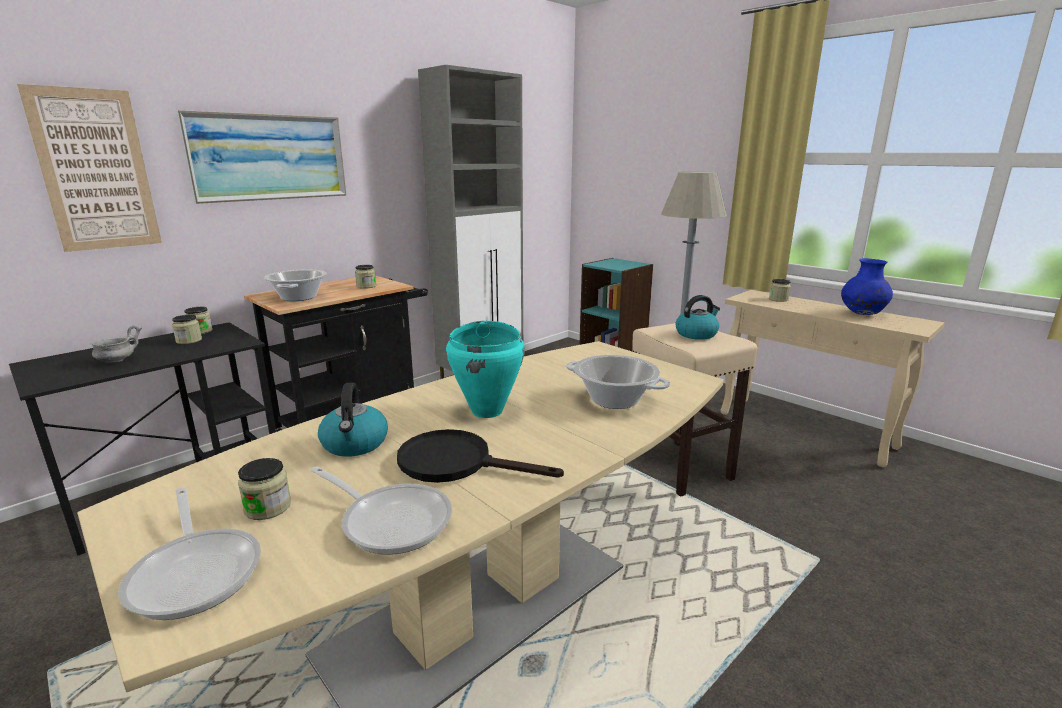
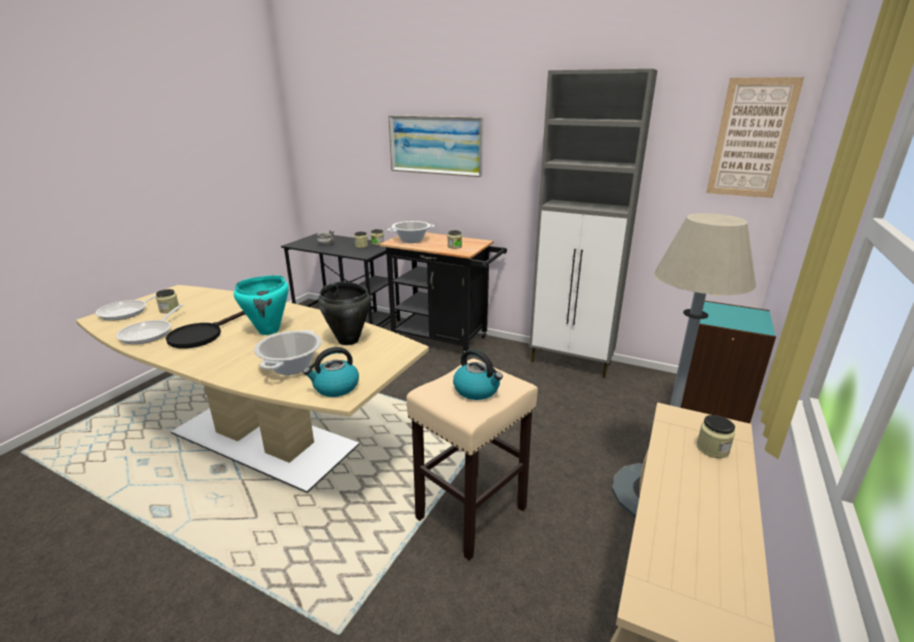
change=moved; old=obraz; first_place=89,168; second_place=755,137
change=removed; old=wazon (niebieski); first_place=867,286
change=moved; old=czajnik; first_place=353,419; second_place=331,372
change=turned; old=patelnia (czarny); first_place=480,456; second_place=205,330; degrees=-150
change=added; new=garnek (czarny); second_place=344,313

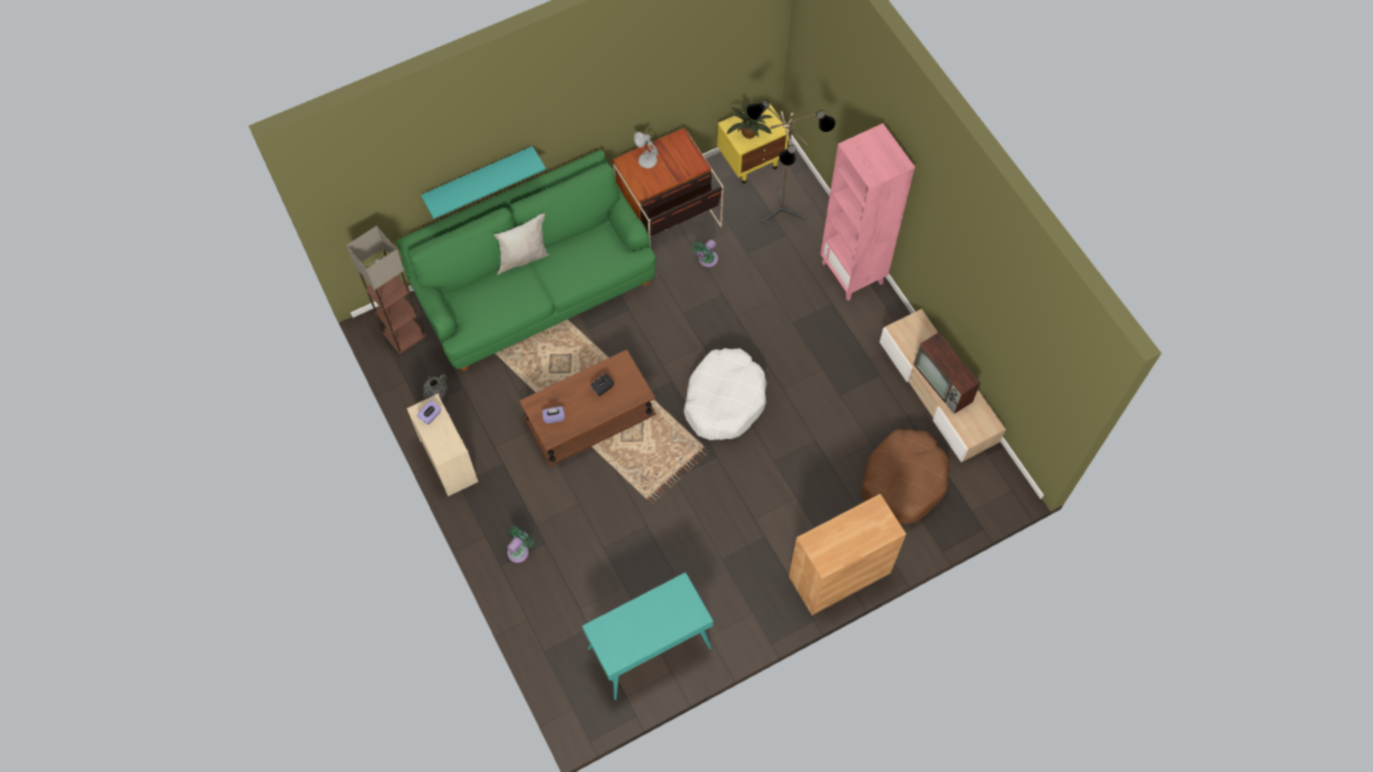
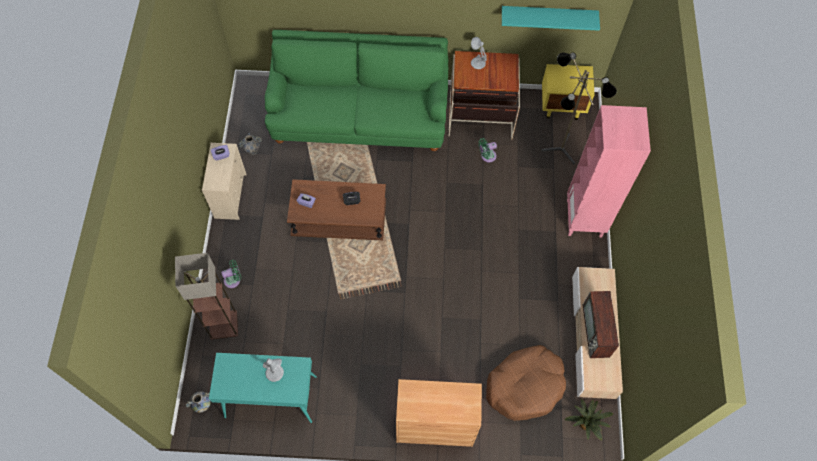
change=moved; old=roślina doniczkowa; first_place=750,120; second_place=588,420
change=moved; old=półka (turkusowy); first_place=483,182; second_place=551,18
change=removed; old=poduszka (biały); first_place=521,244
change=moved; old=lampa stojąca; first_place=386,290; second_place=206,296
change=removed; old=legowisko (biały); first_place=725,394
change=added; new=lampa stołowa (biały); second_place=273,370
change=added; new=wazon; second_place=198,402

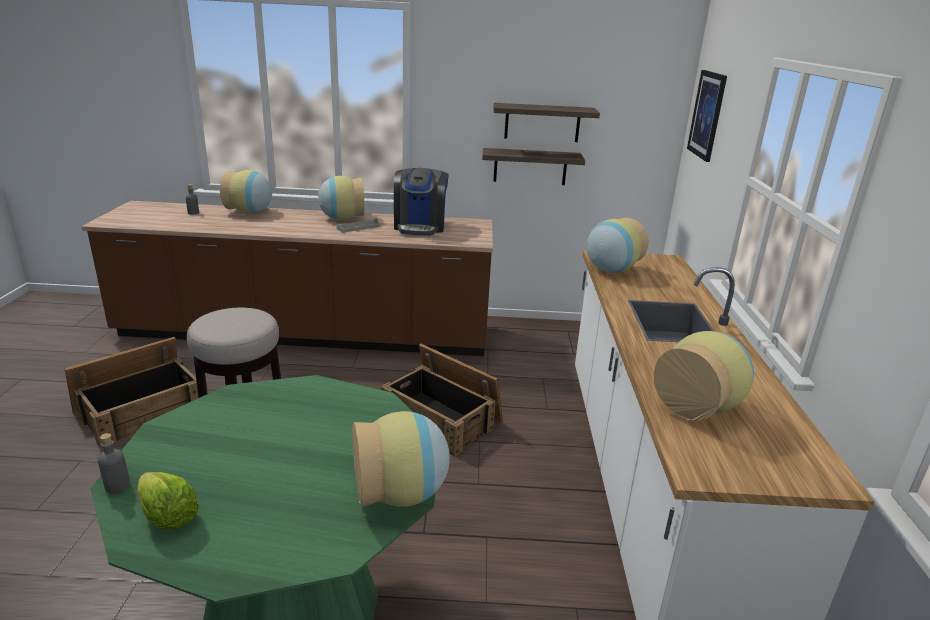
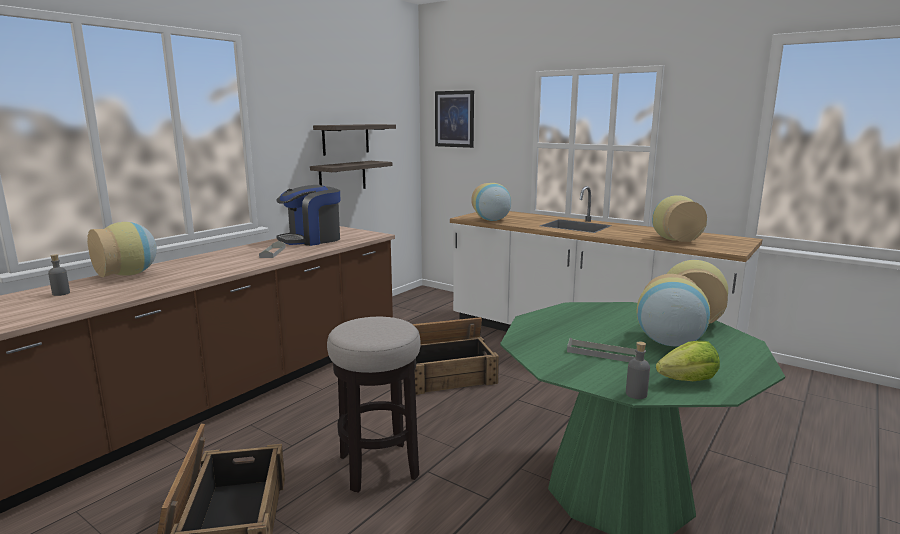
change=turned; old=ekspres do kawy; first_place=421,202; second_place=308,215; degrees=105
change=moved; old=wazon; first_place=341,198; second_place=673,310
change=added; new=taca (szary); second_place=601,350

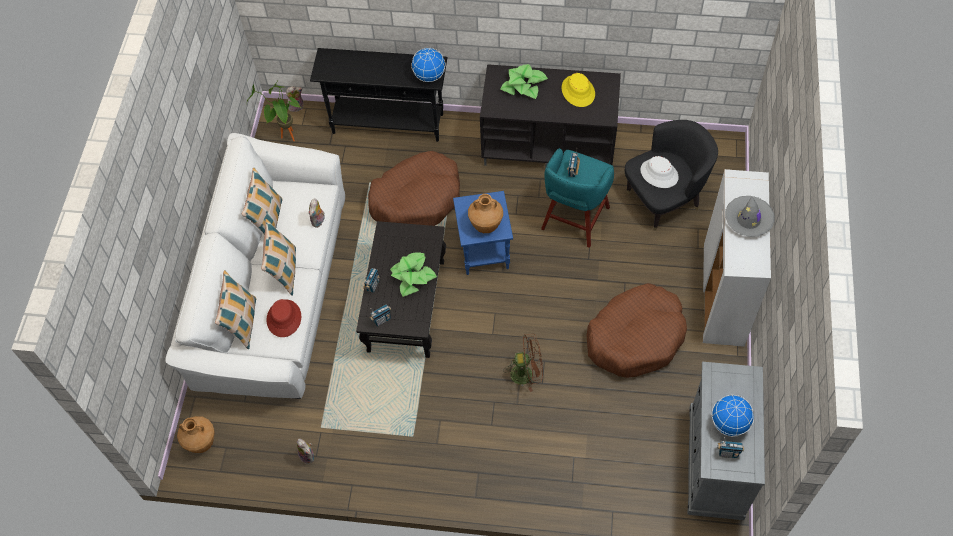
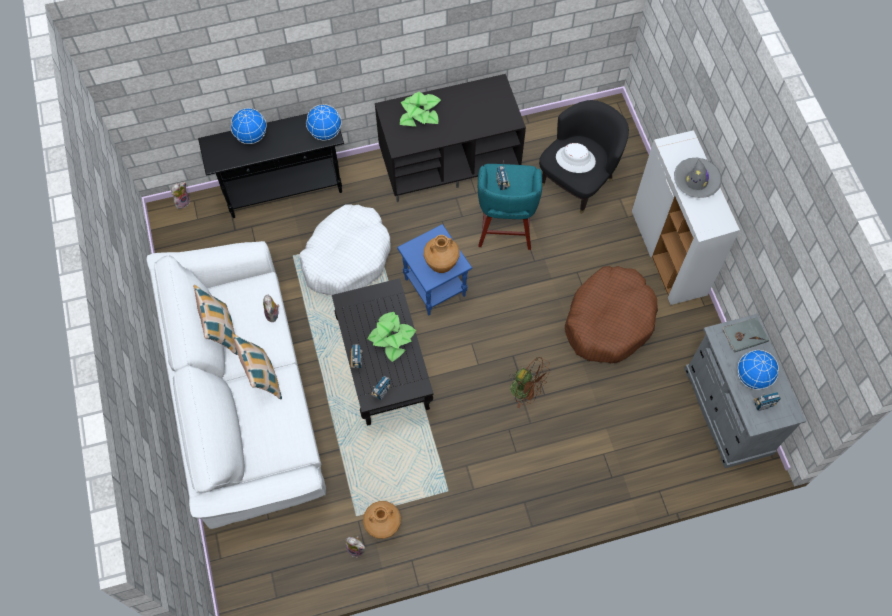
change=removed; old=kapelusz (żółty); first_place=578,90
change=removed; old=roślina doniczkowa; first_place=273,111
change=recoloured; old=legowisko (brązowy); new=legowisko (biały); first_place=414,188; second_place=345,250
change=removed; old=poduszka; first_place=235,309
change=removed; old=kapelusz (czerwony); first_place=284,318
change=turned; old=wentylator (brązowy); first_place=523,363; second_place=529,382; degrees=60
change=moved; old=wazon (brązowy); first_place=196,434; second_place=382,520
change=added; new=globus; second_place=249,126
change=added; new=książka (szary); second_place=745,335

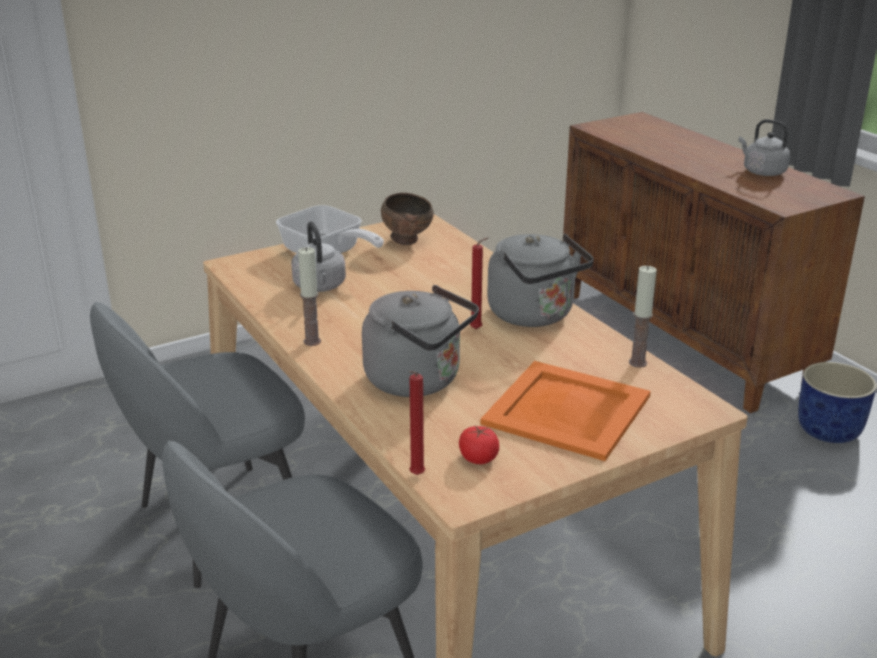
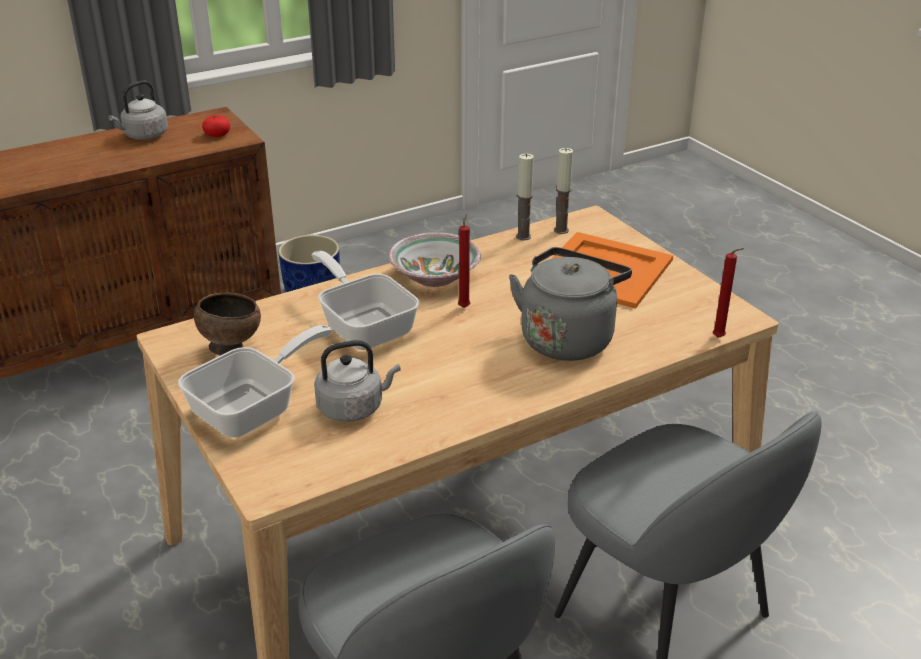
change=replaced; old=czajnik (szary); new=miska; first_place=540,280; second_place=435,259
change=moved; old=świeca; first_place=309,296; second_place=563,191
change=moved; old=pomidor; first_place=479,445; second_place=216,126
change=added; new=patelnia; second_place=365,300

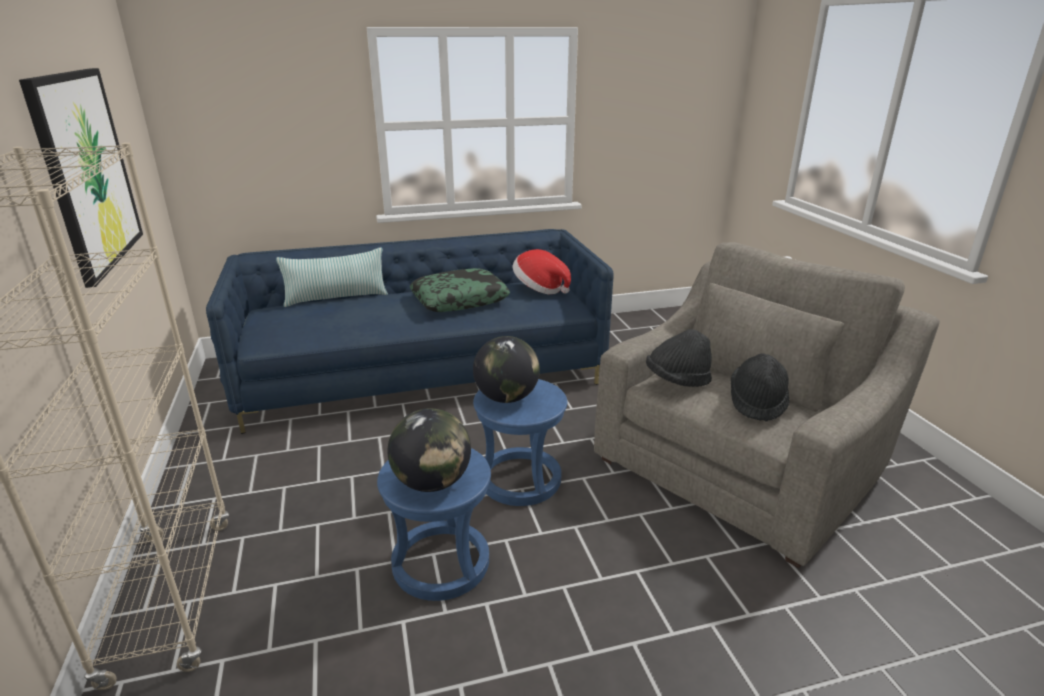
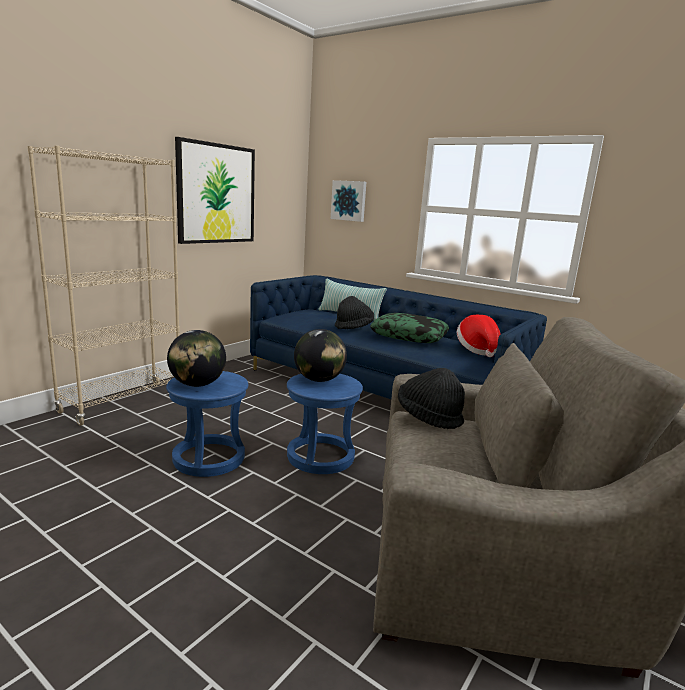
change=moved; old=kapelusz (czarny); first_place=760,388; second_place=354,312
change=added; new=obraz; second_place=348,201

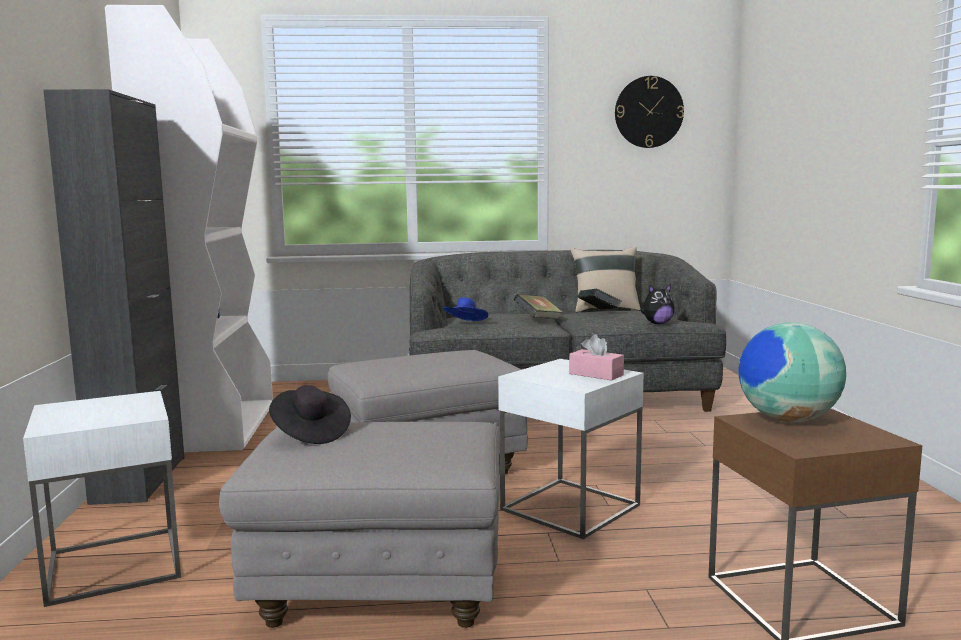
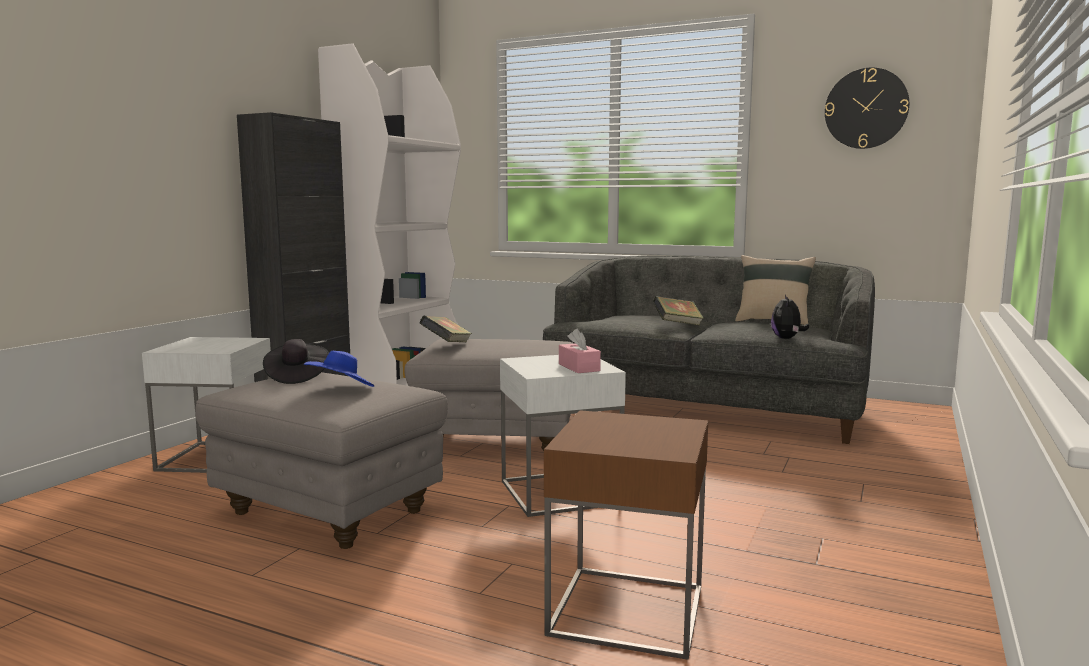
change=turned; old=pluszak; first_place=658,304; second_place=790,317; degrees=90
change=moved; old=książka; first_place=599,299; second_place=446,329
change=moved; old=kapelusz (niebieski); first_place=465,309; second_place=339,369
change=removed; old=globus; first_place=792,372

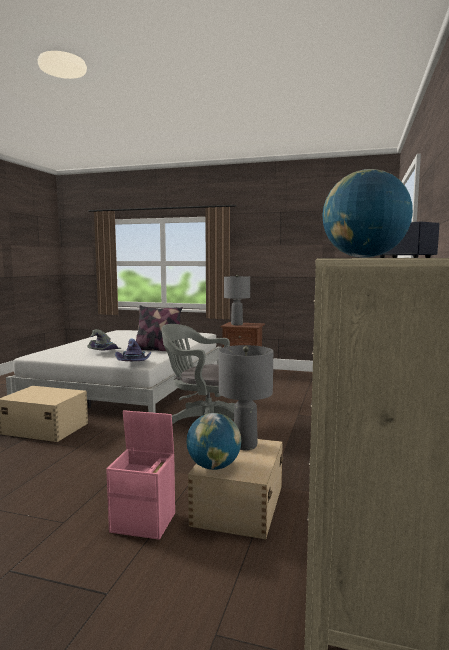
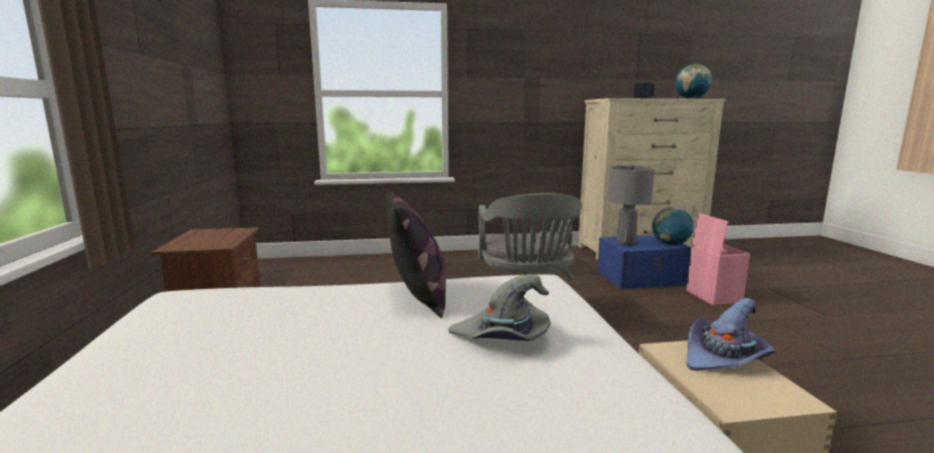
change=removed; old=lampa stołowa (szary); first_place=237,300
change=moved; old=kapelusz (fioletowy); first_place=133,349; second_place=731,334
change=recoloured; old=pojemnik do przechowywania (beżowy); new=pojemnik do przechowywania (niebieski); first_place=235,489; second_place=644,262

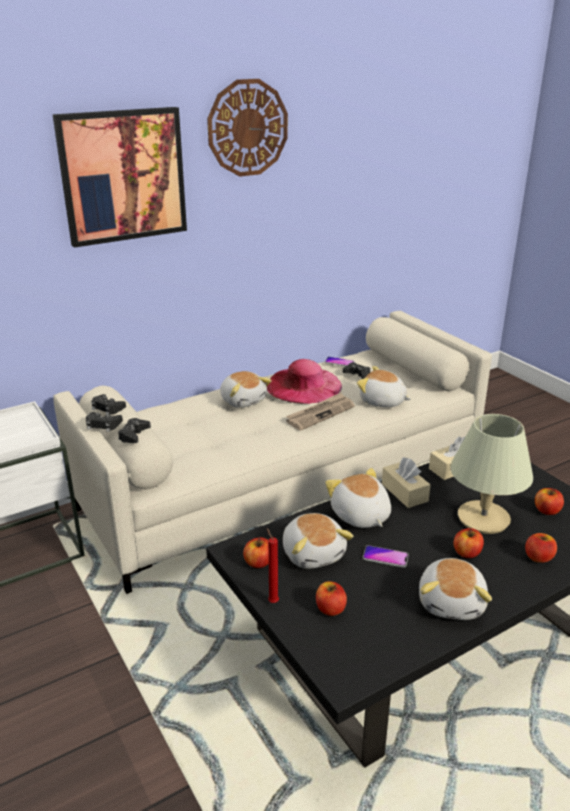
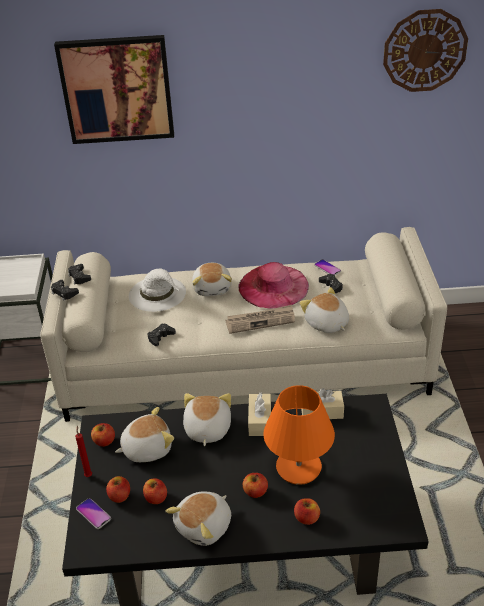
change=moved; old=zegar ścienny; first_place=247,128; second_place=425,50
change=recoloured; old=lampa stołowa (beżowy); new=lampa stołowa (pomarańczowy); first_place=491,474; second_place=299,435
change=moved; old=pad do gier (czarny); first_place=134,430; second_place=161,335
change=moved; old=jabłko; first_place=549,501; second_place=155,491
change=turned; old=pluszak; first_place=318,541; second_place=144,434; degrees=-120
change=moved; old=telefon; first_place=386,556; second_place=93,513
change=added; new=kapelusz (biały); second_place=157,290

